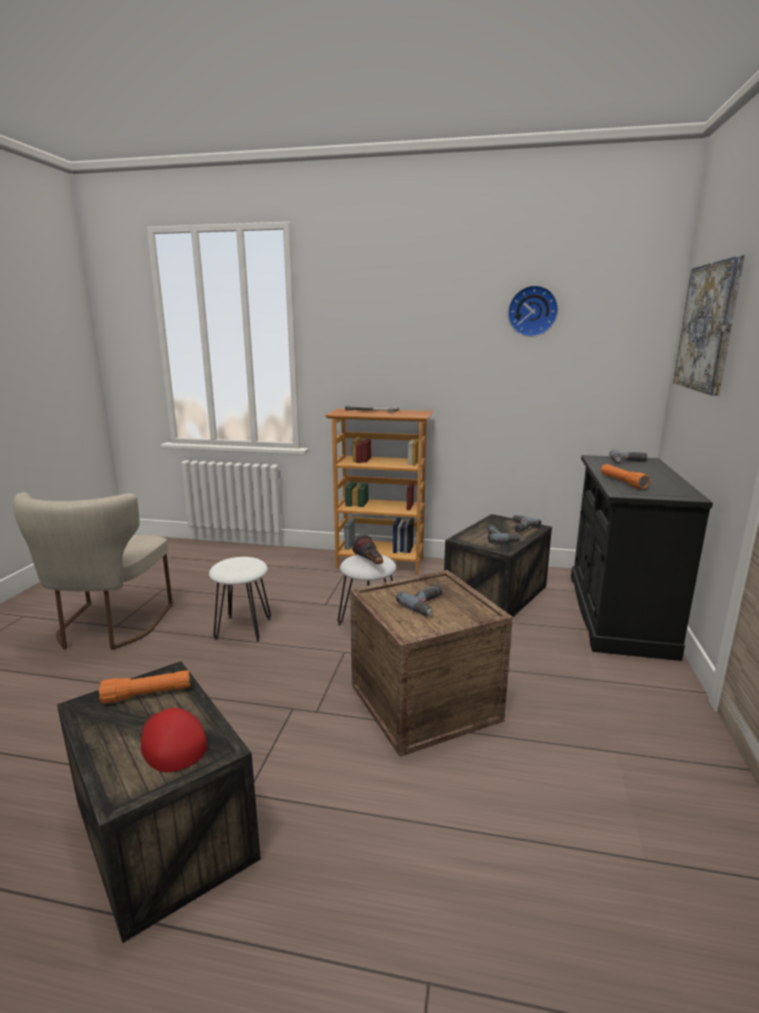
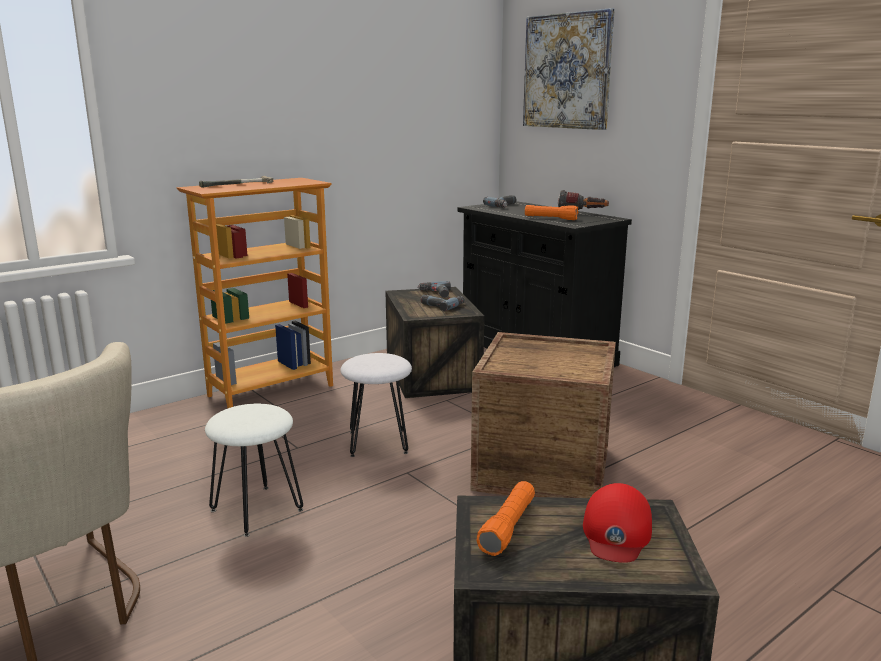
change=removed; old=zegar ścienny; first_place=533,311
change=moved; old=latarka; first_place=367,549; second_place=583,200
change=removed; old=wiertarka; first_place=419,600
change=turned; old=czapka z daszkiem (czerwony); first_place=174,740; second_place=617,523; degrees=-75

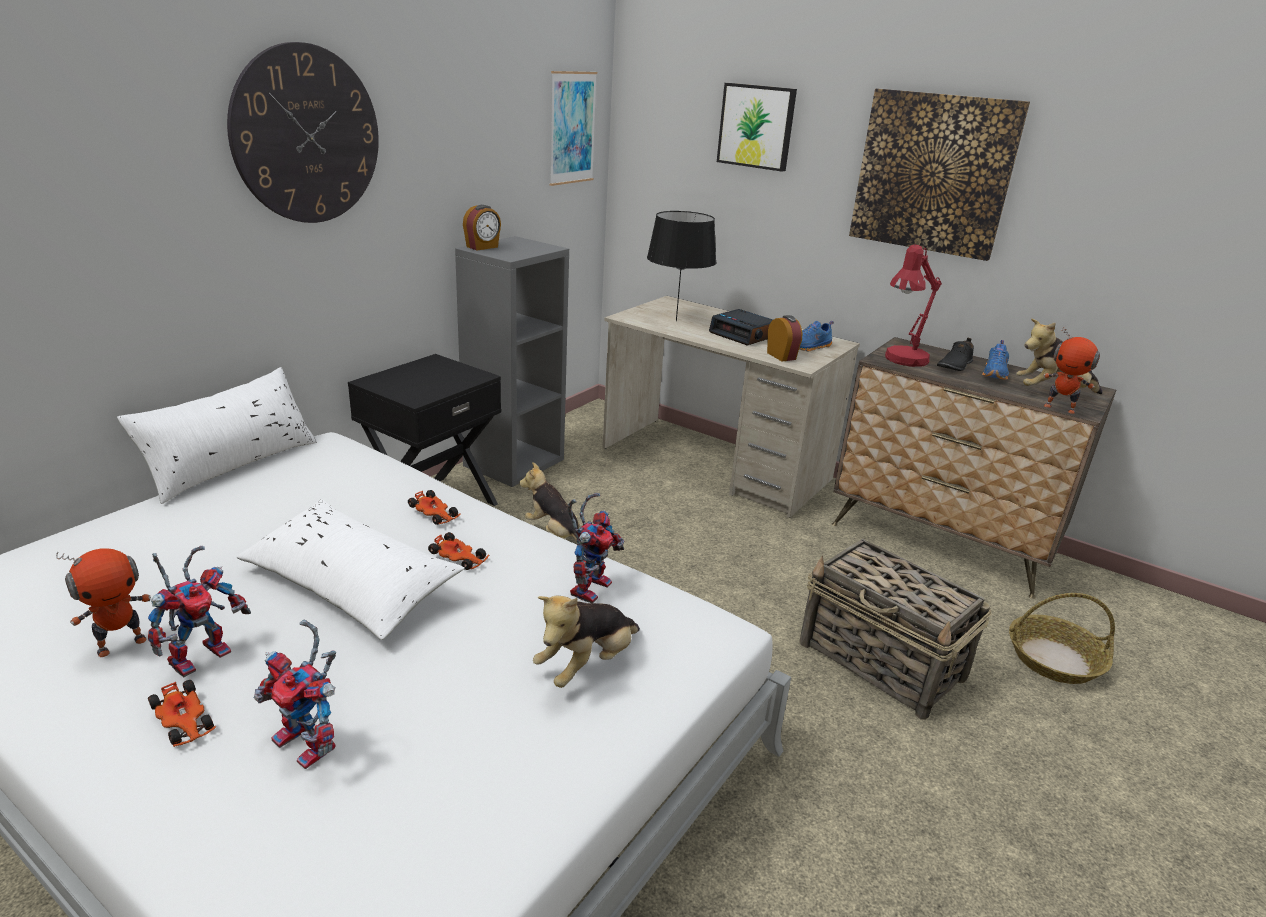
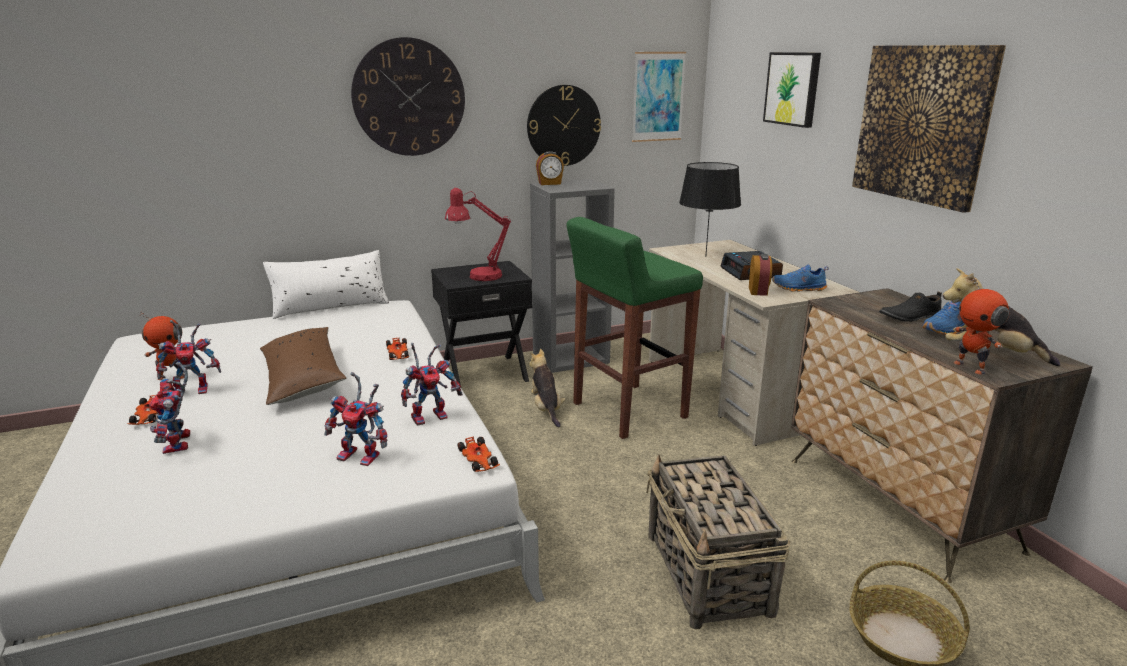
change=moved; old=lampa stołowa (czerwony); first_place=913,305; second_place=478,234
change=recoloured; old=poduszka (biały); new=poduszka (brązowy); first_place=351,569; second_place=303,366
change=moved; old=samochodzik; first_place=458,551; second_place=478,454
change=replaced; old=pluszak; new=robot zabawkowy; first_place=586,642; second_place=356,419
change=added; new=zegar ścienny; second_place=564,125
change=added; new=stołek (zielony); second_place=635,328

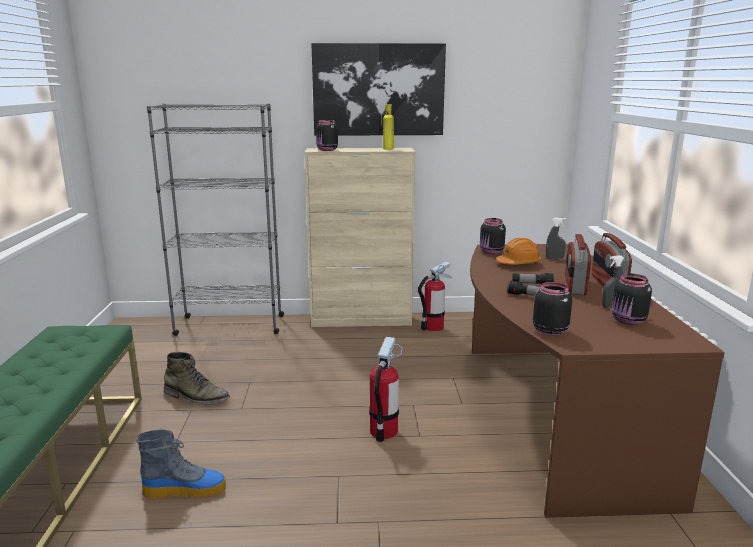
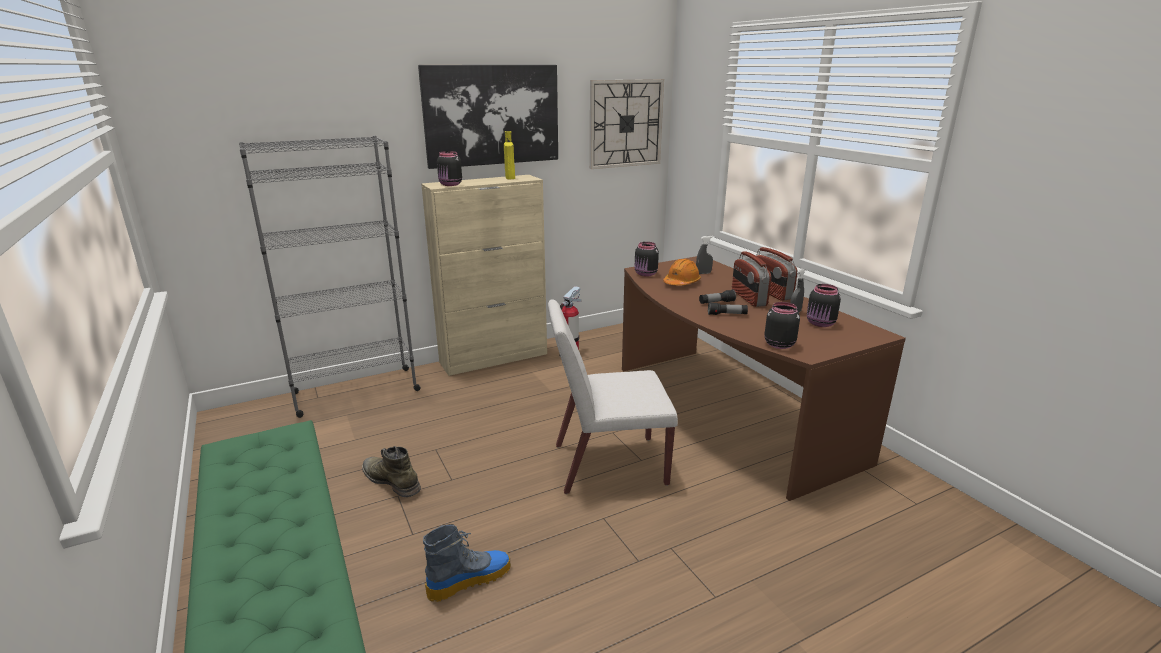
change=replaced; old=gaśnica; new=krzesło (biały); first_place=386,389; second_place=613,396
change=turned; old=but z cholewką (zielony); first_place=197,378; second_place=391,471; degrees=-135
change=added; new=zegar ścienny; second_place=627,124

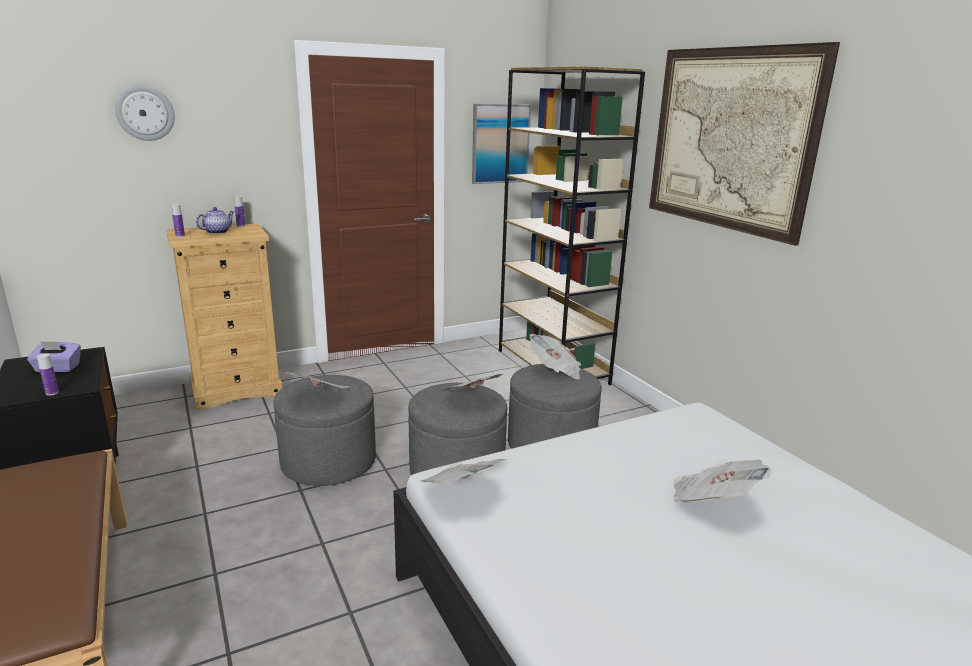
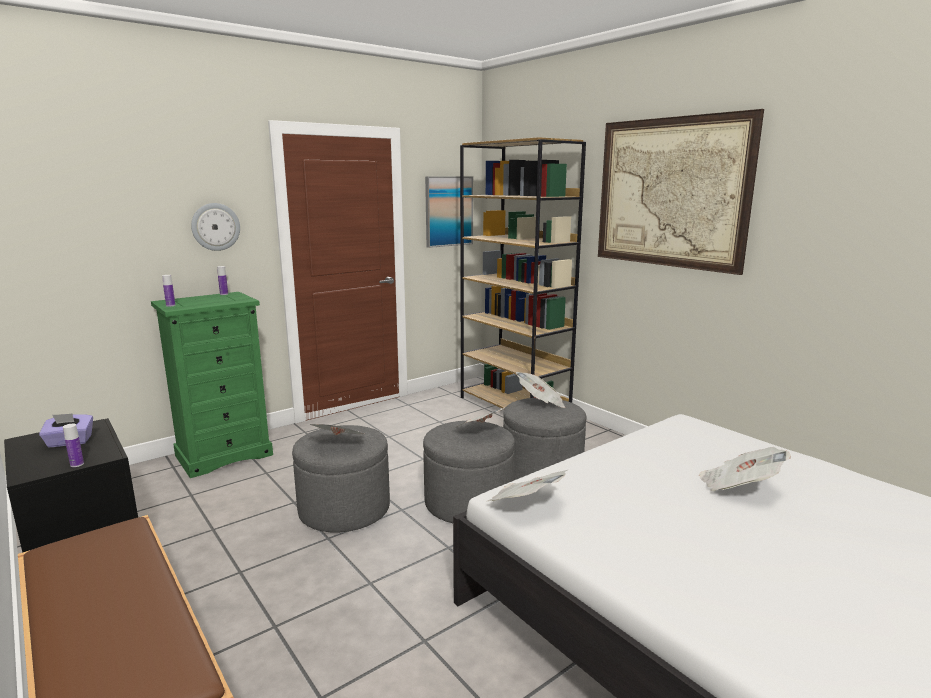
change=moved; old=zegar ścienny; first_place=145,113; second_place=215,227
change=removed; old=imbryk; first_place=215,220
change=recoloured; old=komoda (beżowy); new=komoda (zielony); first_place=224,317; second_place=212,385

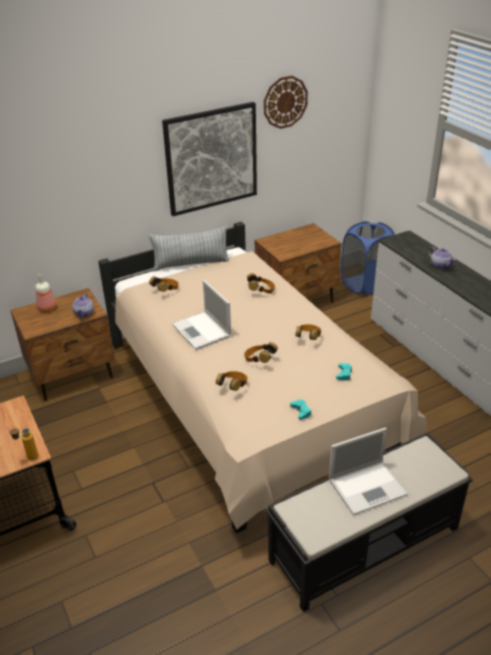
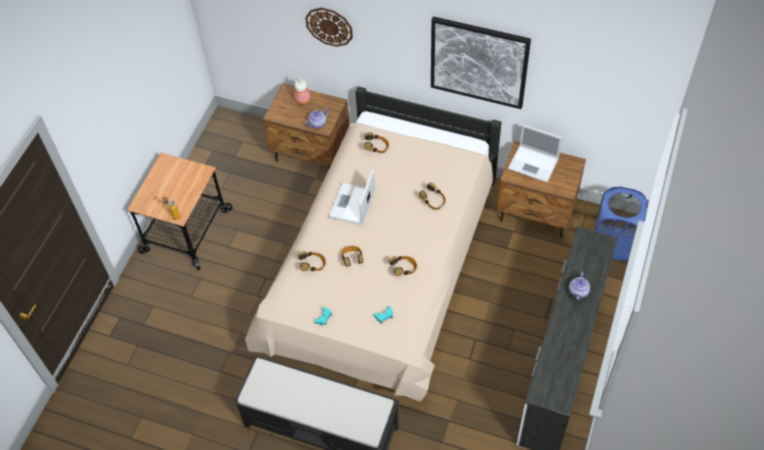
change=moved; old=zegar ścienny; first_place=286,102; second_place=329,27
change=removed; old=poduszka; first_place=189,248
change=moved; old=laptop; first_place=368,471; second_place=535,153

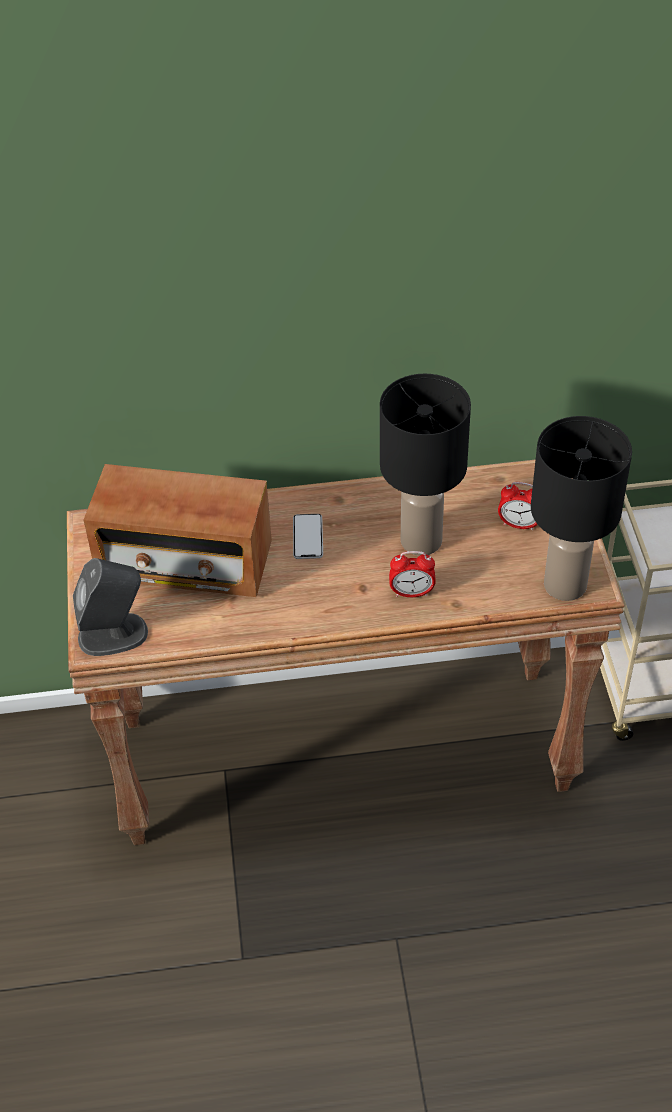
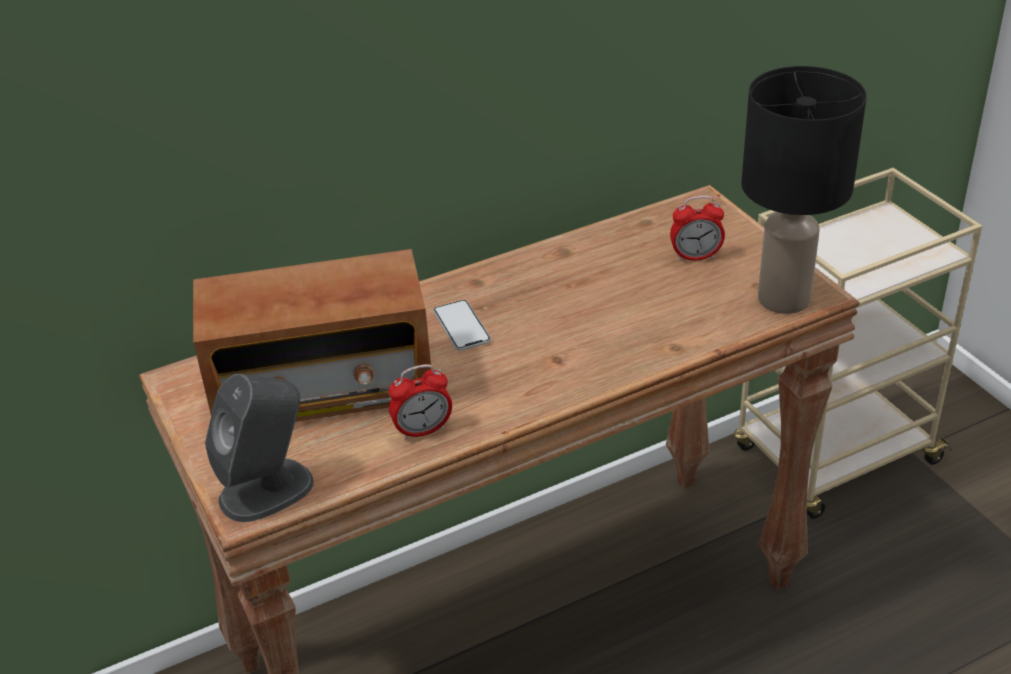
change=removed; old=lampa stołowa (czarny); first_place=425,465
change=moved; old=budzik; first_place=412,574; second_place=420,402

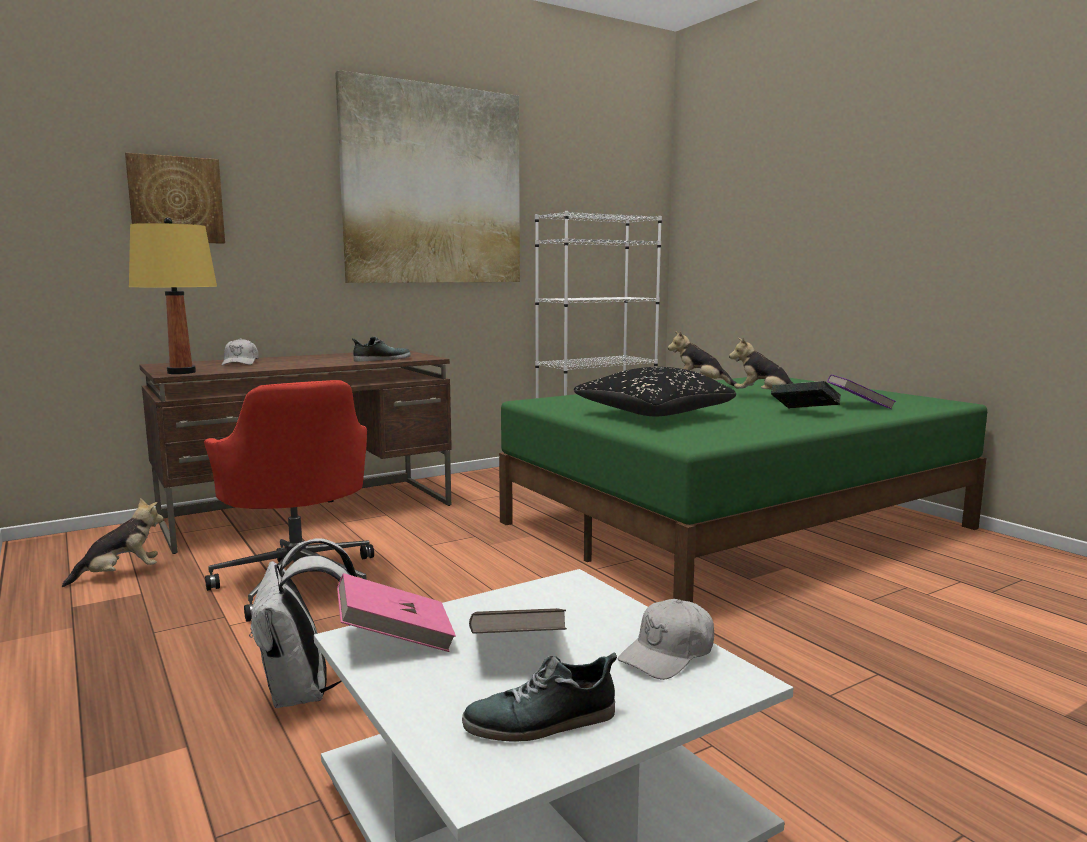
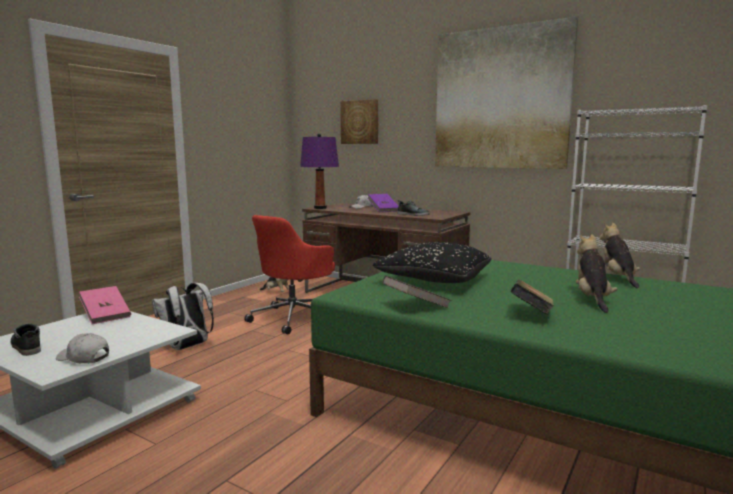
change=recoloured; old=lampa stołowa (żółty); new=lampa stołowa (fioletowy); first_place=173,296; second_place=319,171
change=moved; old=książka (fioletowy); first_place=861,391; second_place=383,203
change=moved; old=książka (brązowy); first_place=518,621; second_place=417,292

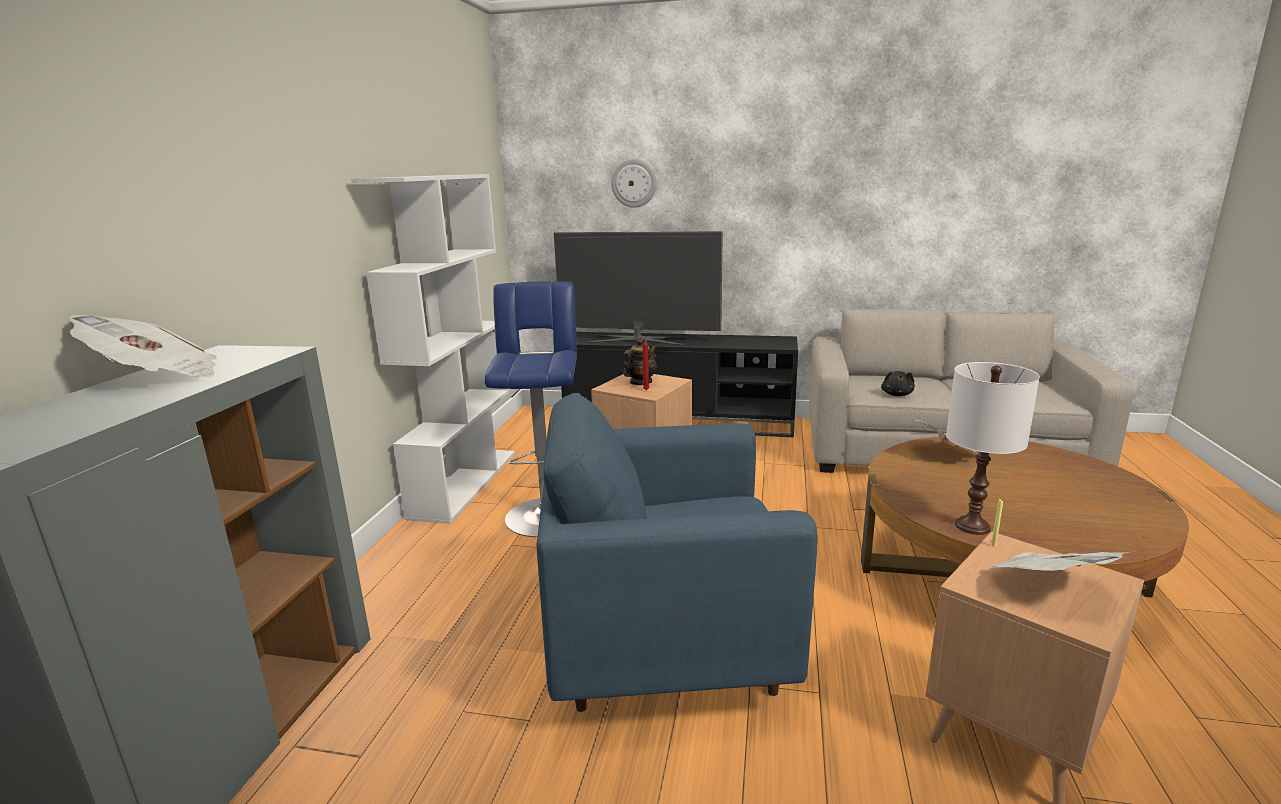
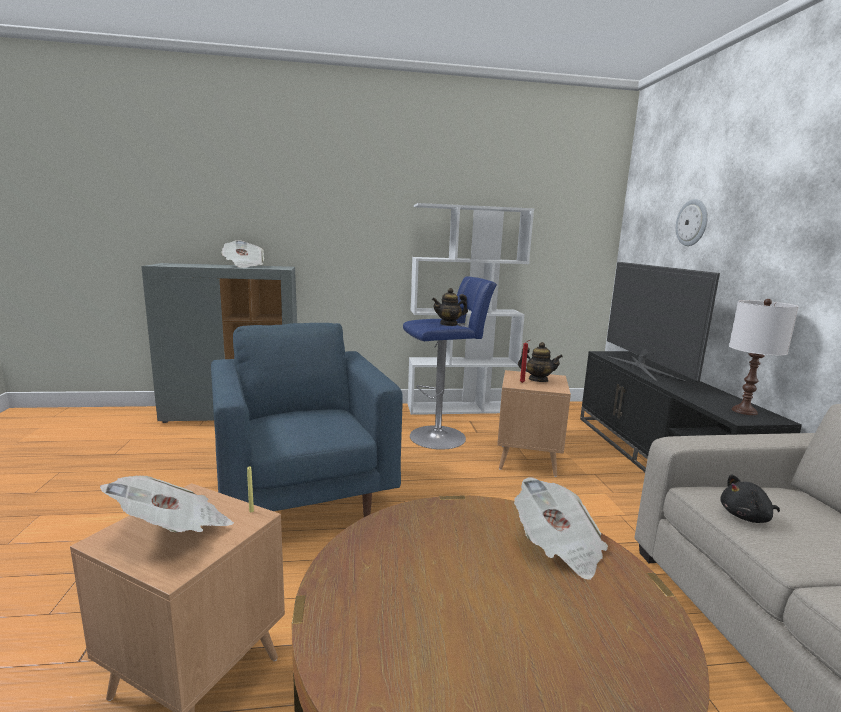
change=moved; old=lampa stołowa (biały); first_place=993,448; second_place=764,357
change=added; new=imbryk; second_place=450,307

